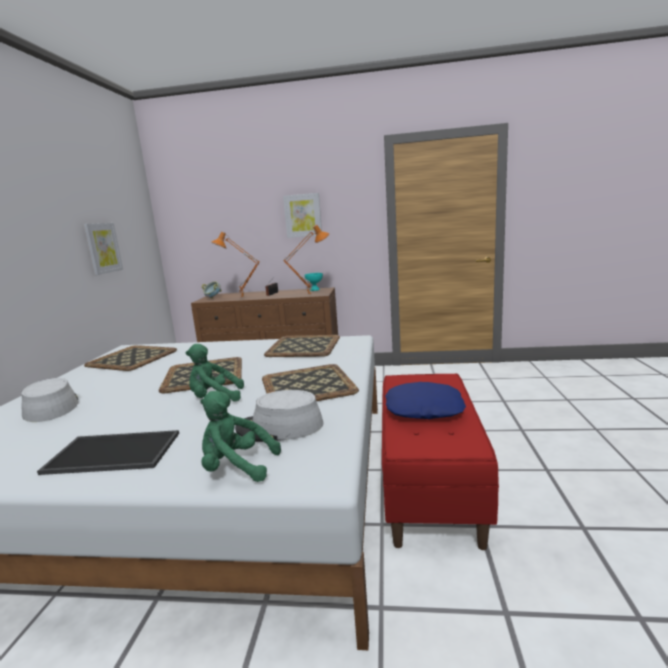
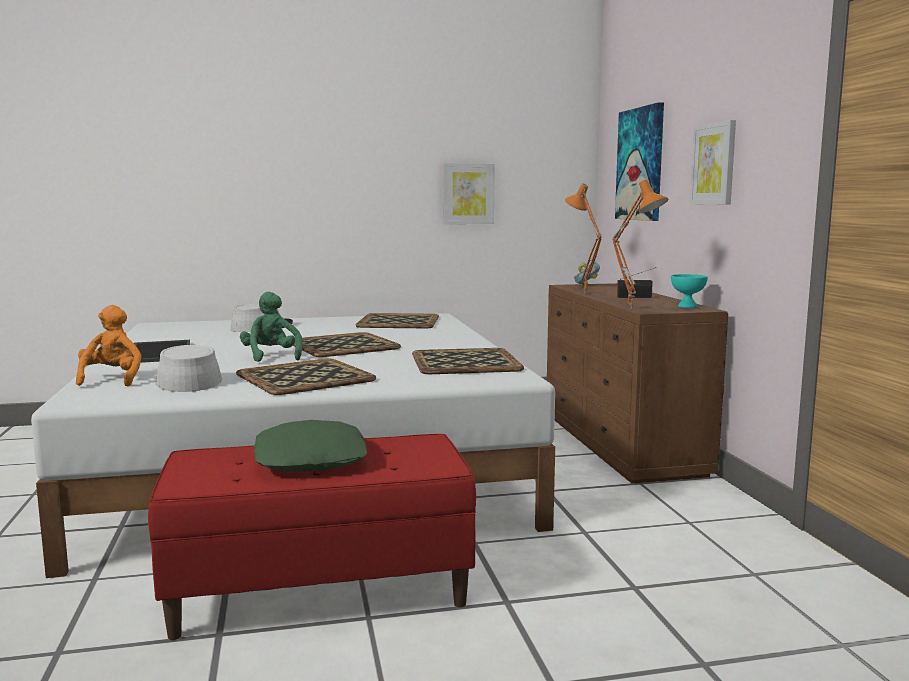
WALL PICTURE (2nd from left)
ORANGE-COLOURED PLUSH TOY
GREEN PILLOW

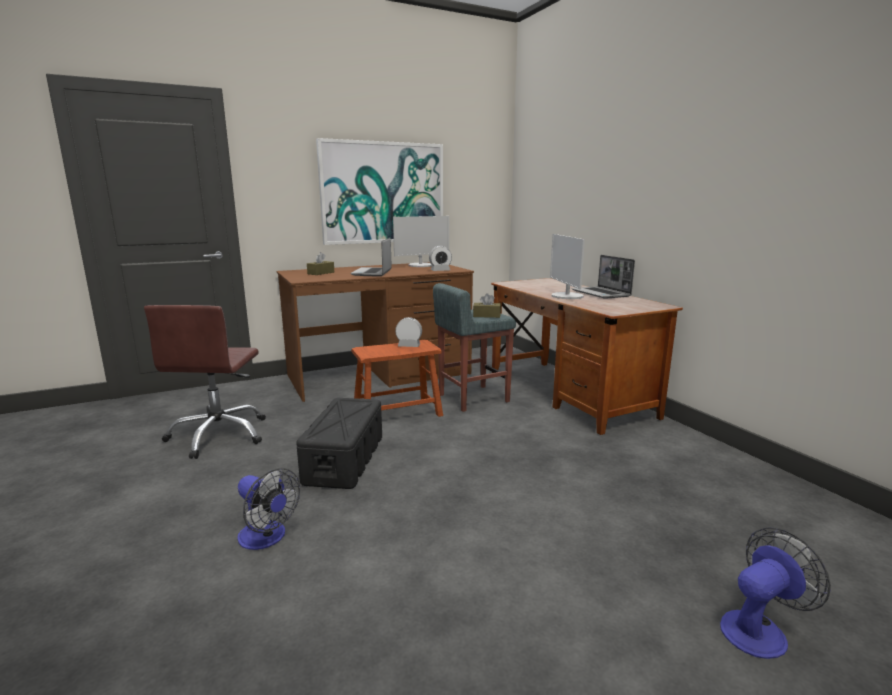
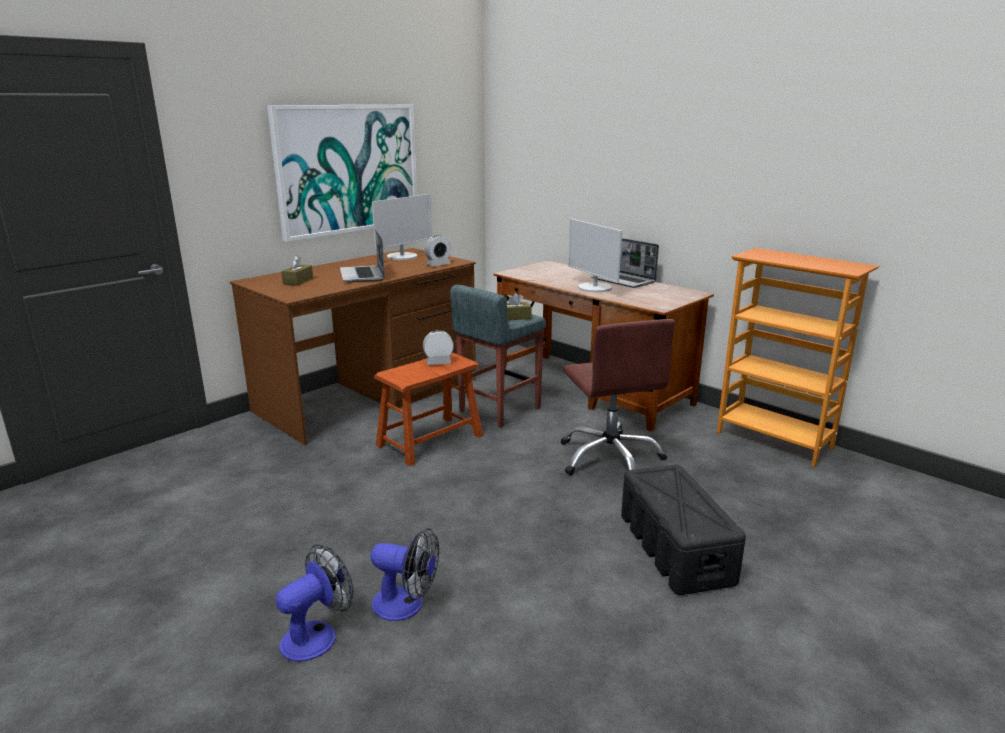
SHELVING UNIT
BROWNISH COMPUTER CHAIR
BLACKISH STORAGE BOX
FAN (1st from left)

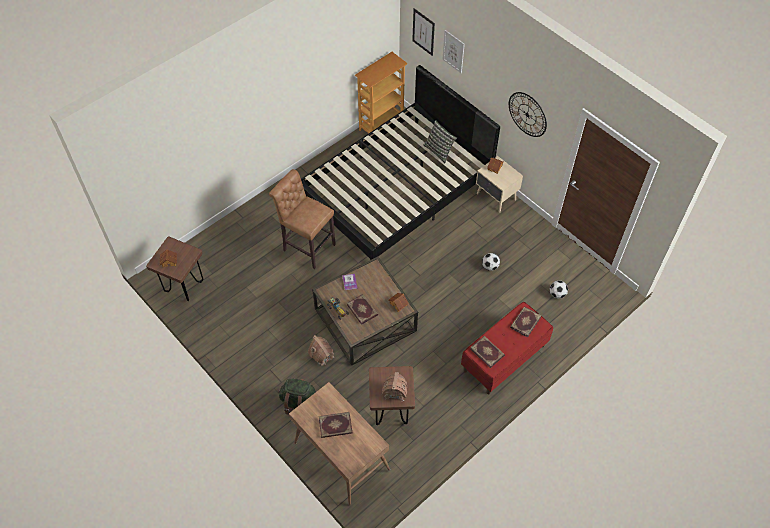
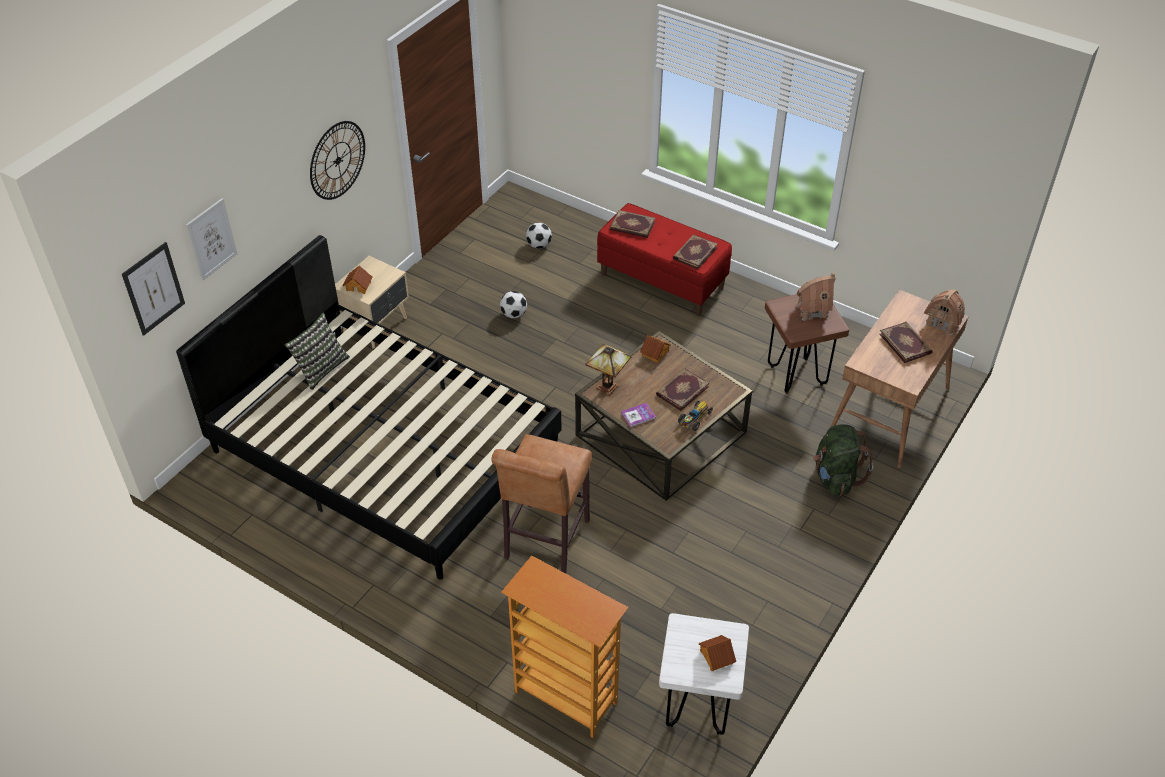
TABLE LAMP
MODEL HOUSE (5th from left)
SHELVING UNIT
WHITISH SITTING STOOL

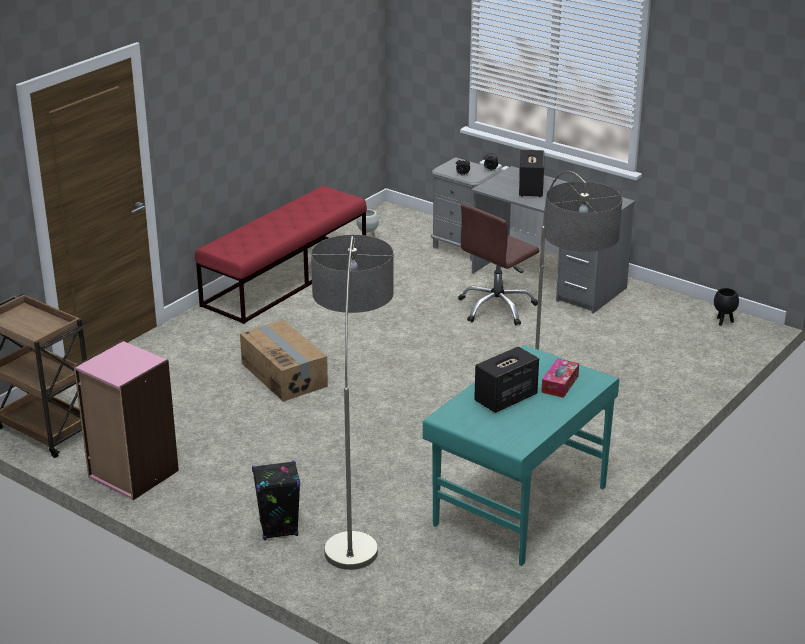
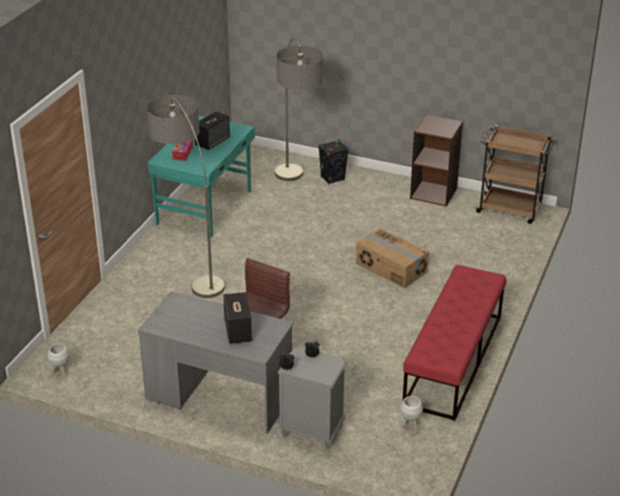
BROWNISH SHELVING UNIT
WHITISH PLANTER (1st from left)

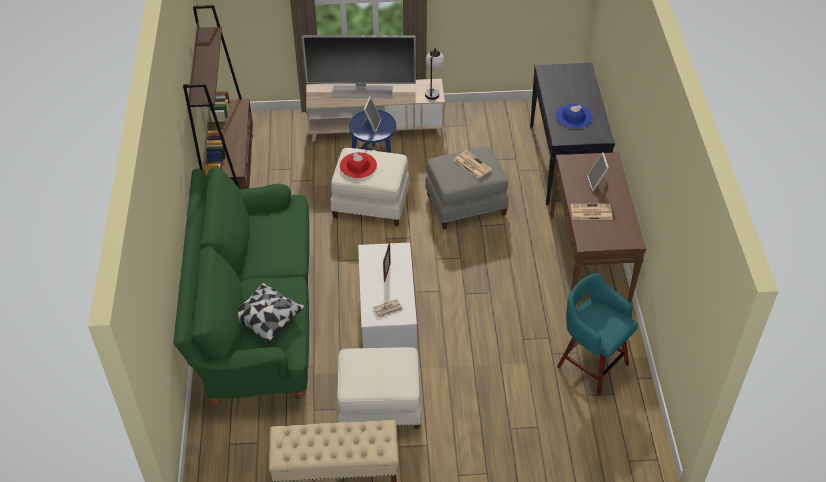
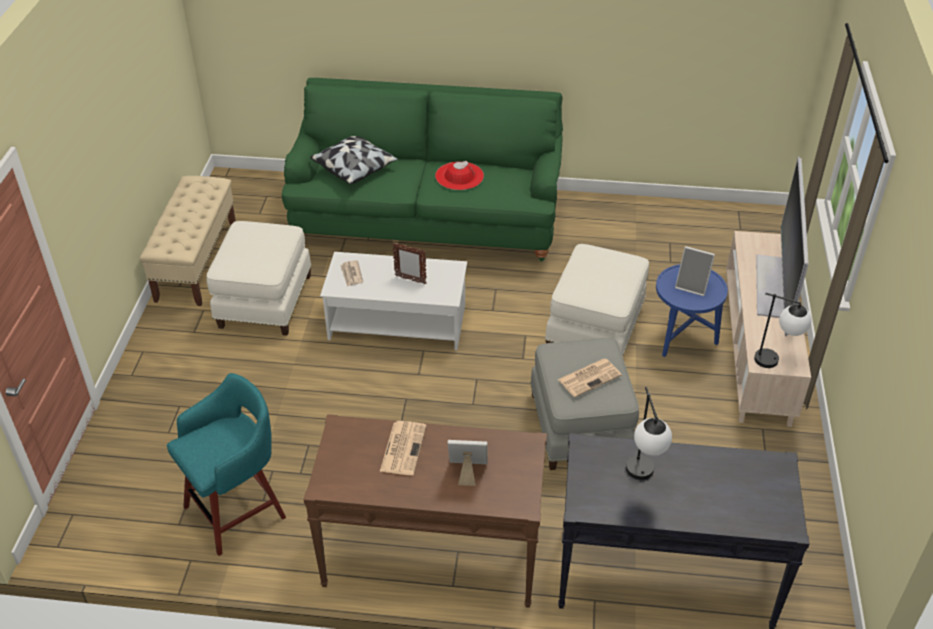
BROWNISH SHELVING UNIT
RED CLOTHING HAT
TABLE LAMP (1st from left)

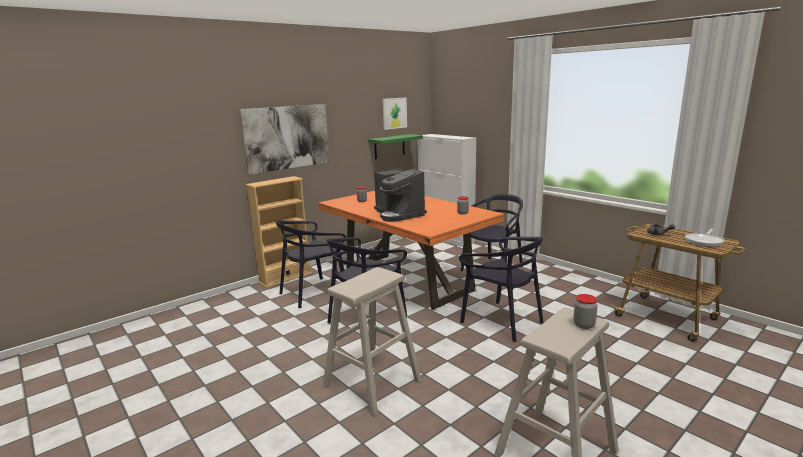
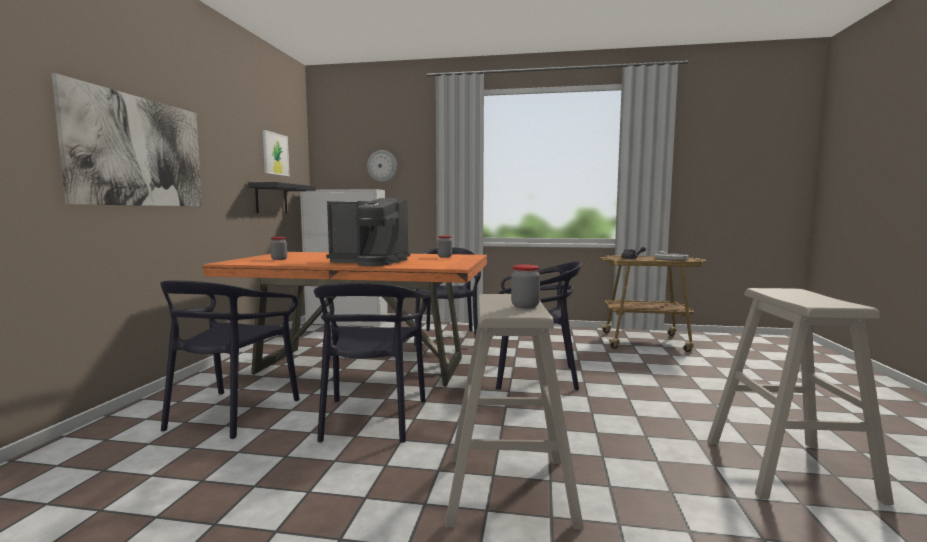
SAND-COLOURED SHELVING UNIT
HANGING CLOCK
JAR (3rd from left)
BLACKISH BRACKET SHELF

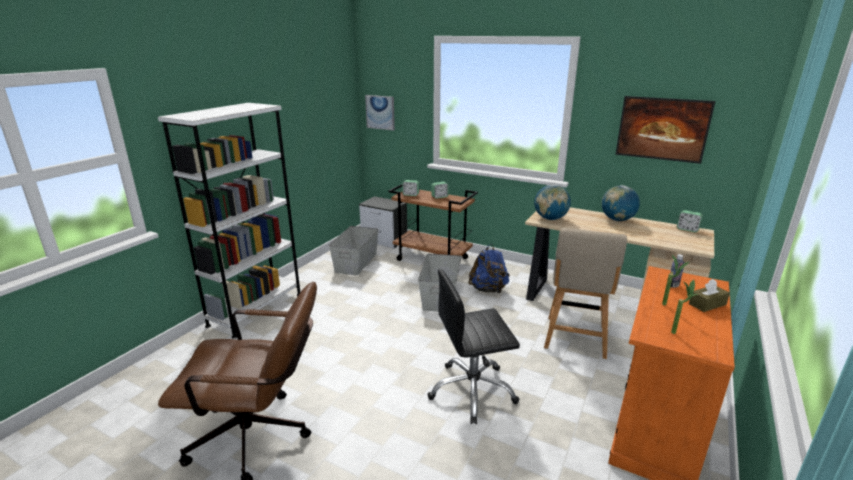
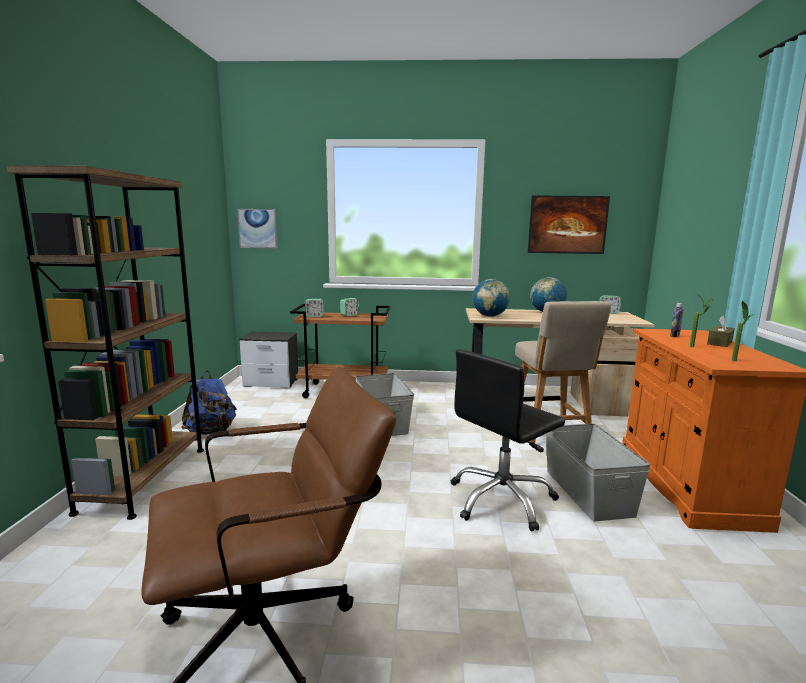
GREYISH STORAGE BOX (2nd from left)
BLUE-COLOURED RUCKSACK
BROWNISH SHELVING UNIT

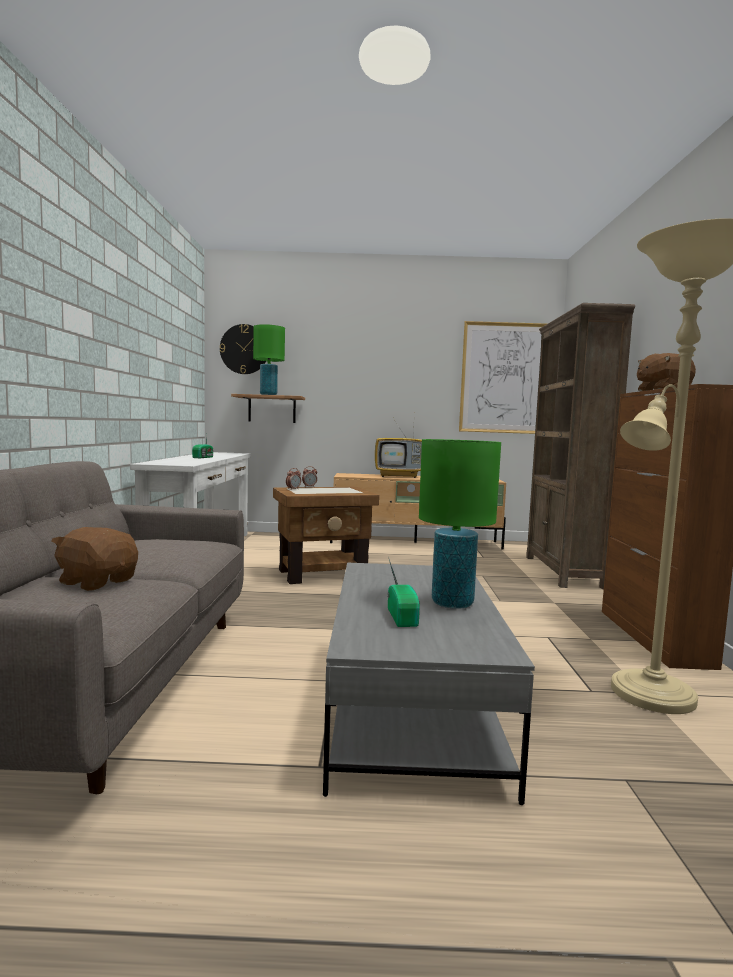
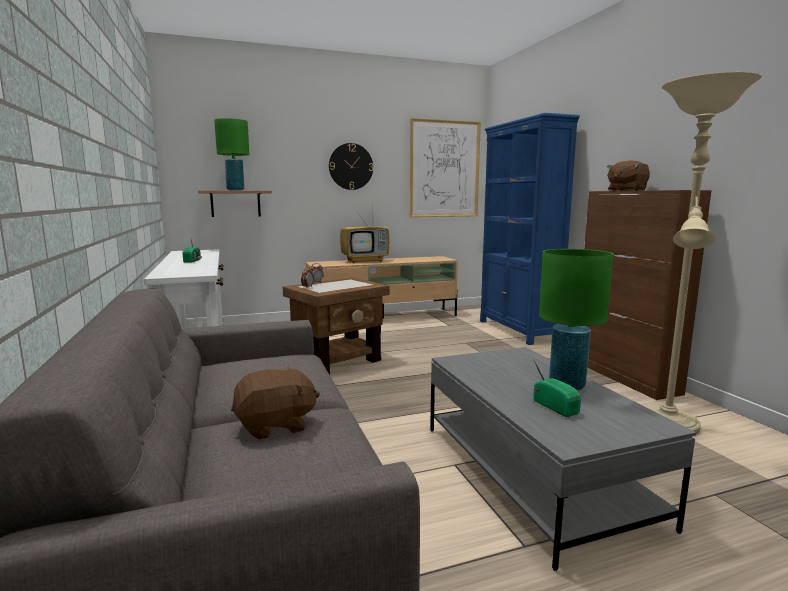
HANGING CLOCK
BLUE-COLOURED SHELVING UNIT
BROWNISH PLUSH TOY (1st from left)

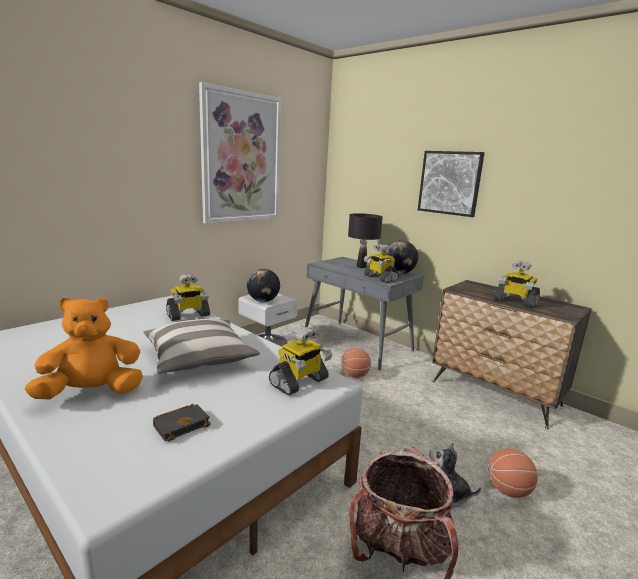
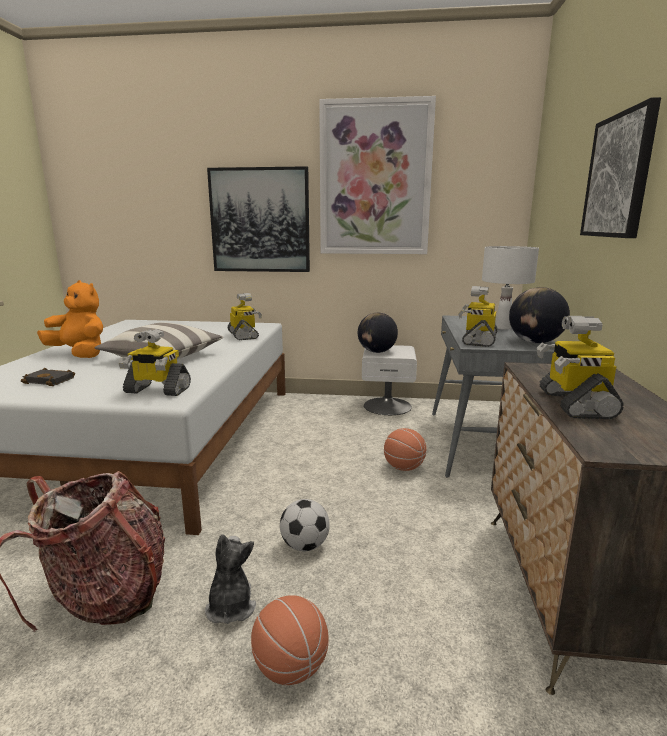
WALL PICTURE (1st from left)
BALL FOR FOOTBALL
WHITISH TABLE LAMP
MODEL ROBOT (2nd from left)

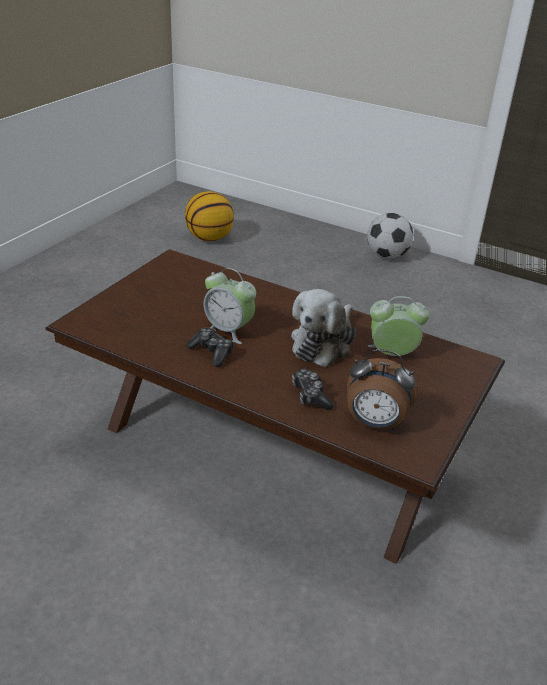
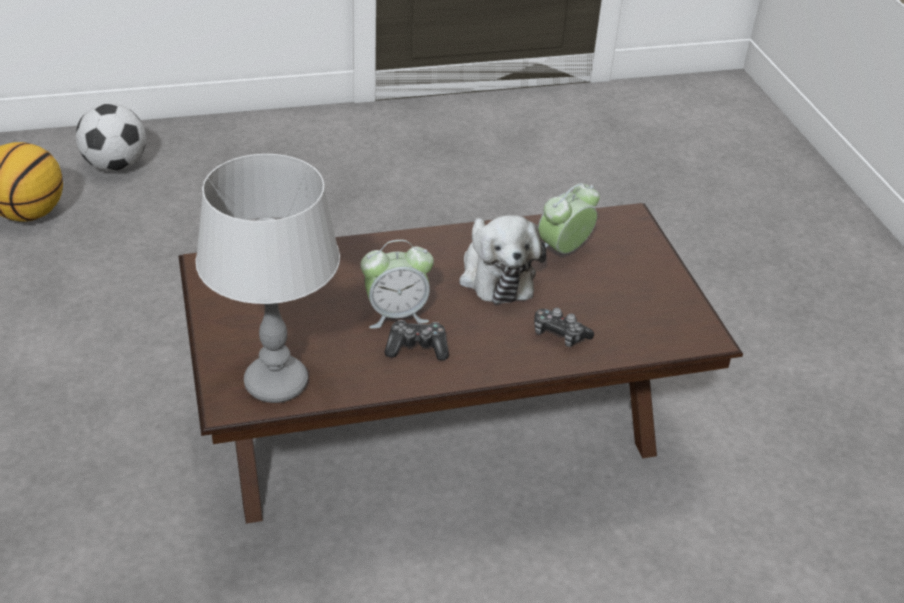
TABLE CLOCK (2nd from left in the first image)
GREYISH TABLE LAMP
BALL FOR FOOTBALL

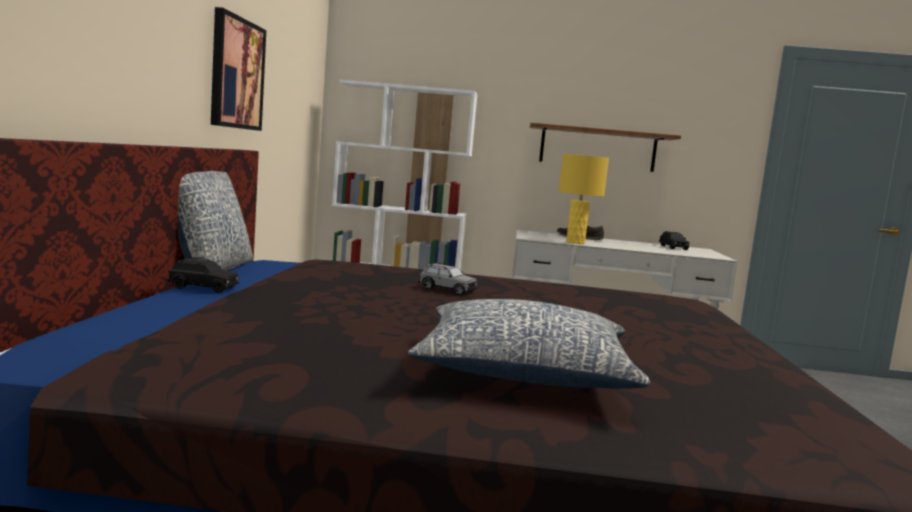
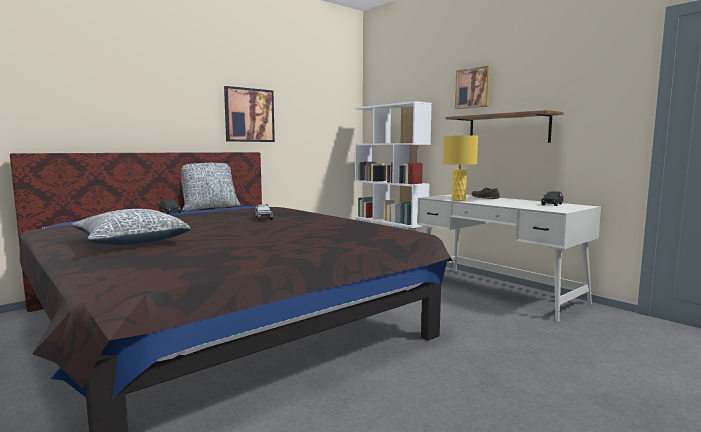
WALL PICTURE (2nd from left)

